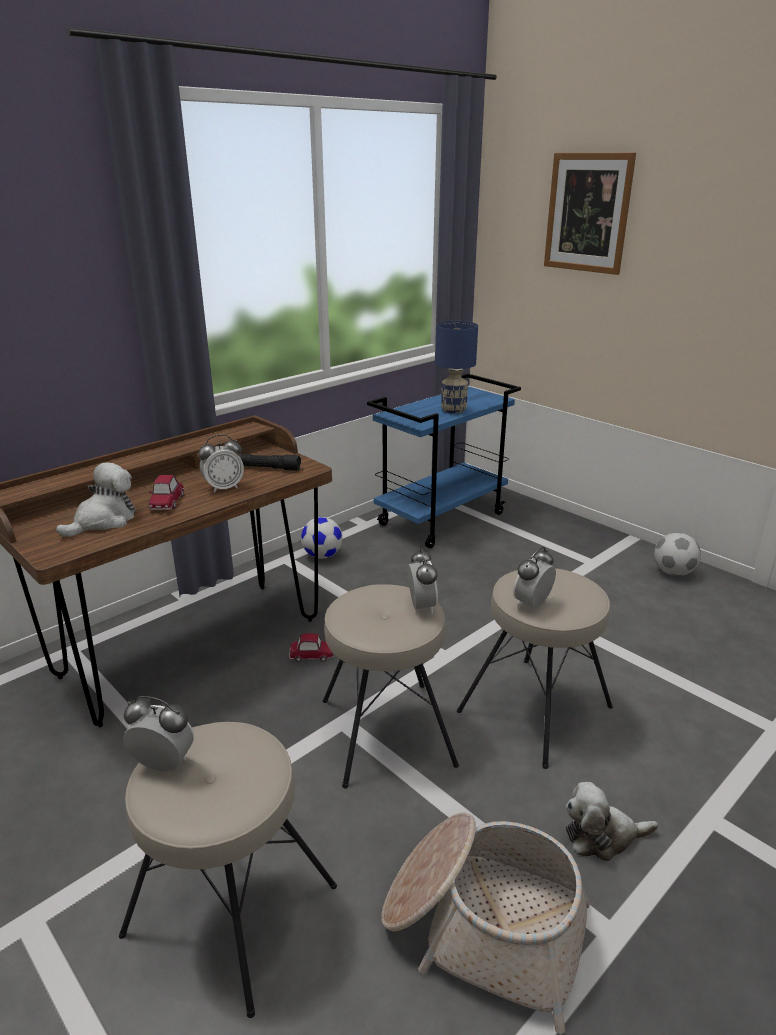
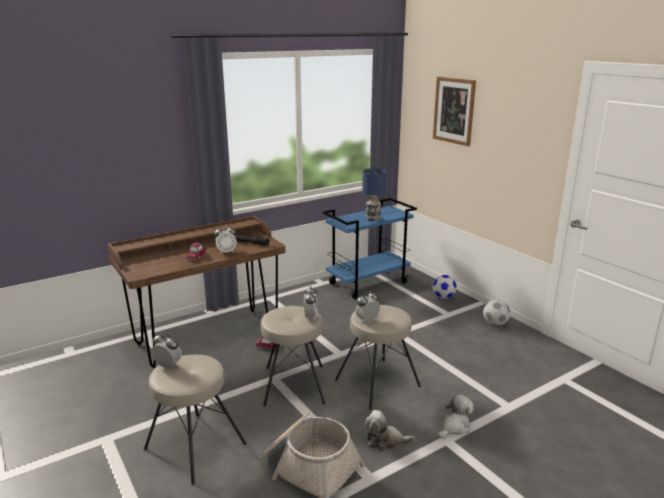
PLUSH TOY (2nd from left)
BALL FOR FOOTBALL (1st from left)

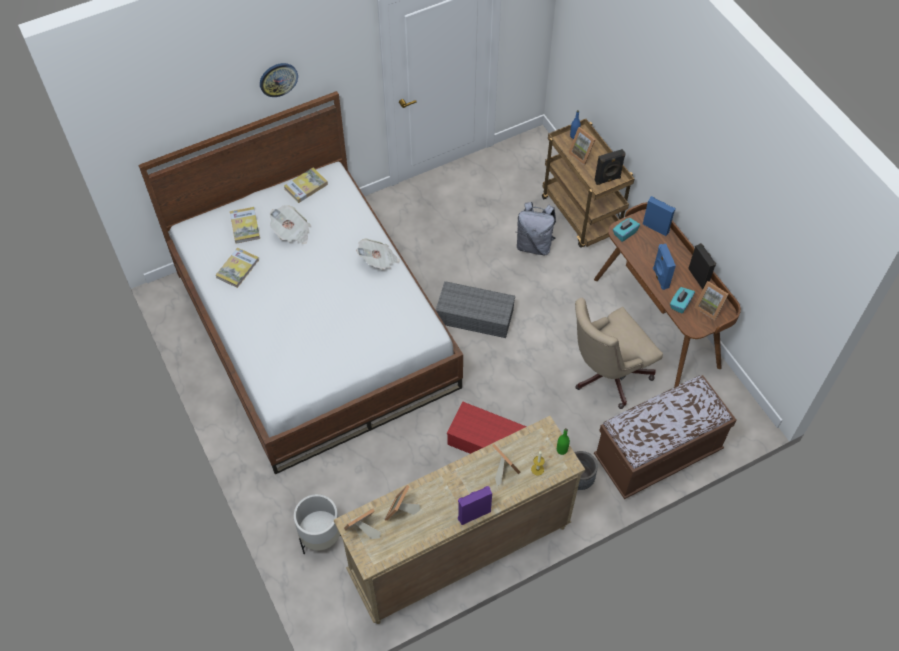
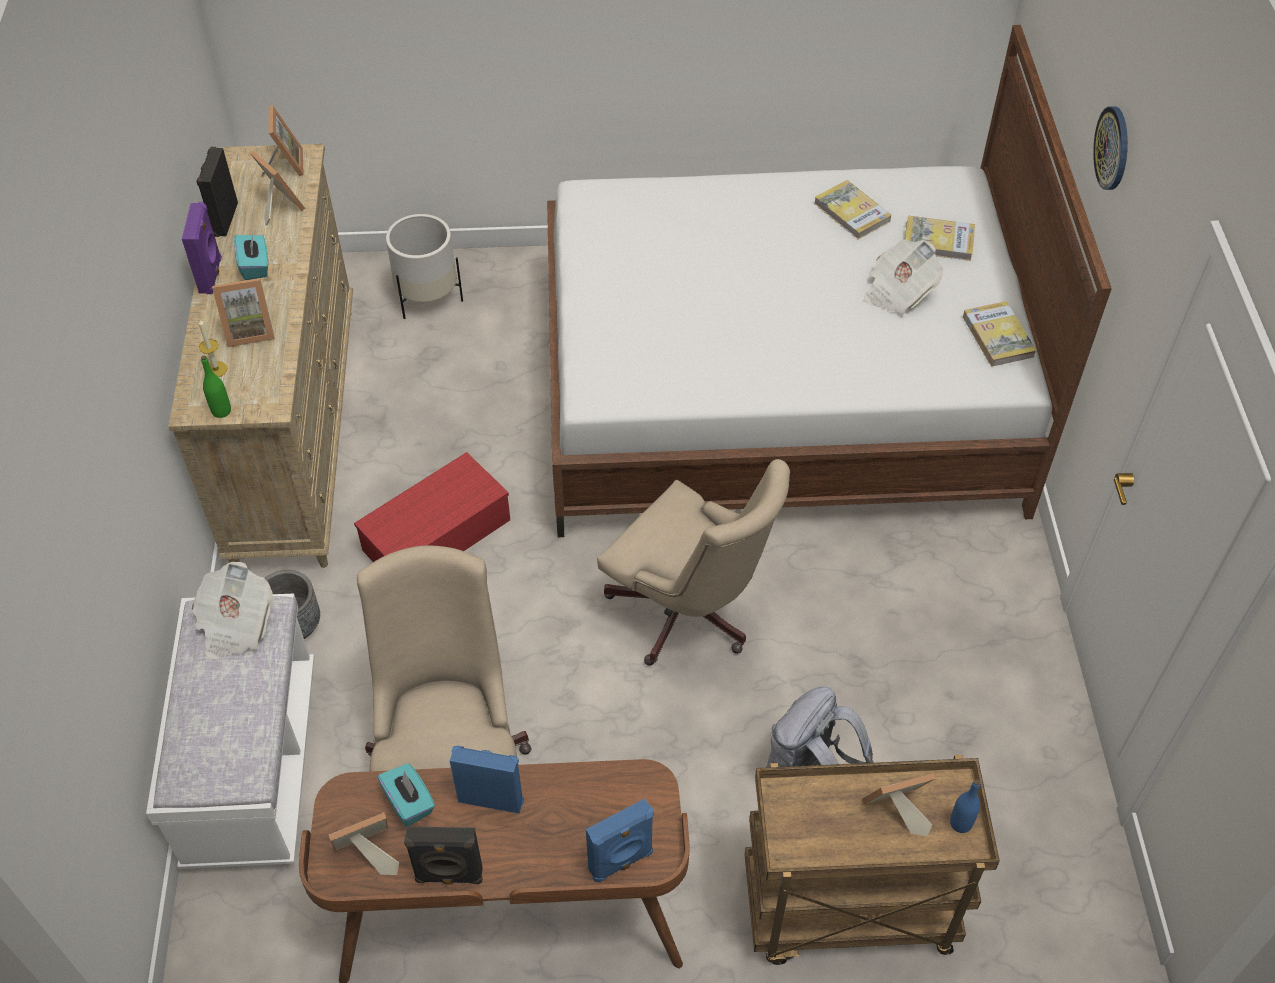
DAILY PAPER (1st from left)
BLACKISH LOUDSPEAKER (1st from left)
TURQUOISE-COLOURED TISSUE BOX (1st from left)
SAND-COLOURED COMPUTER CHAIR (2nd from left)
WHITISH LONG SEAT

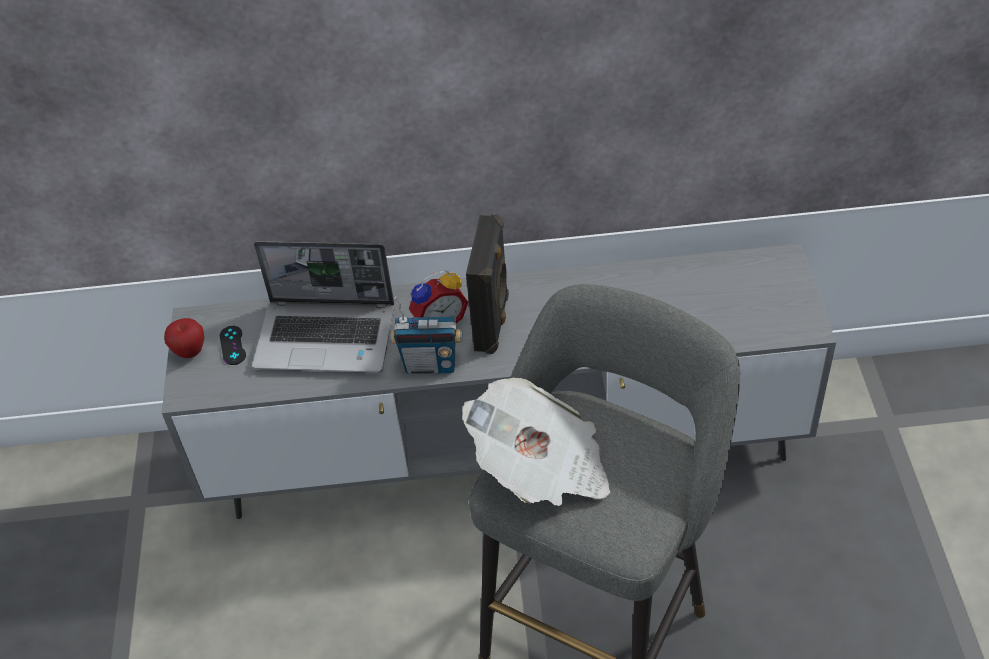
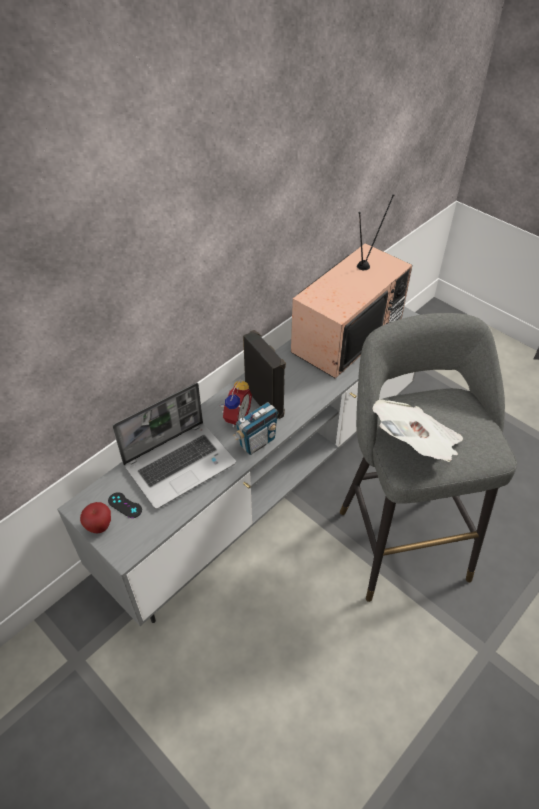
TV SET

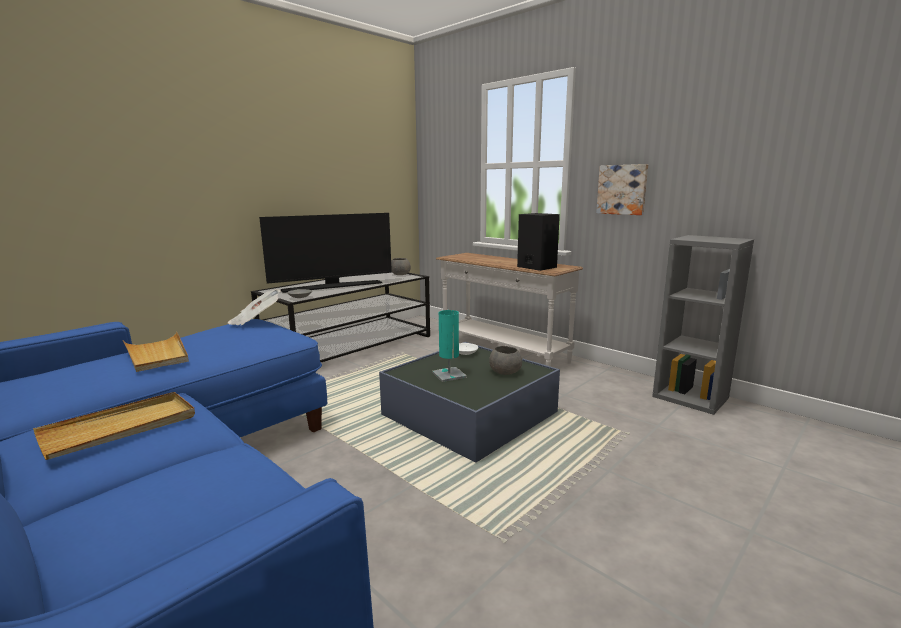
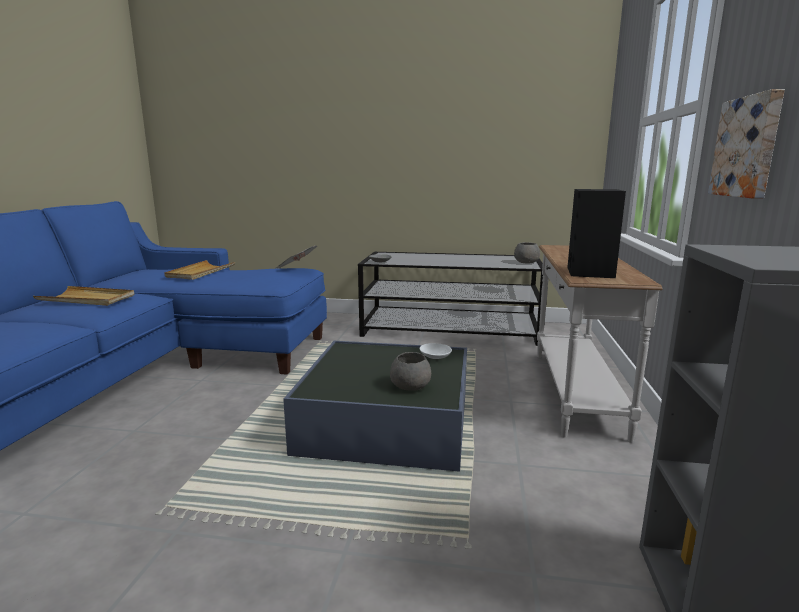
TV SET
TURQUOISE-COLOURED TABLE LAMP

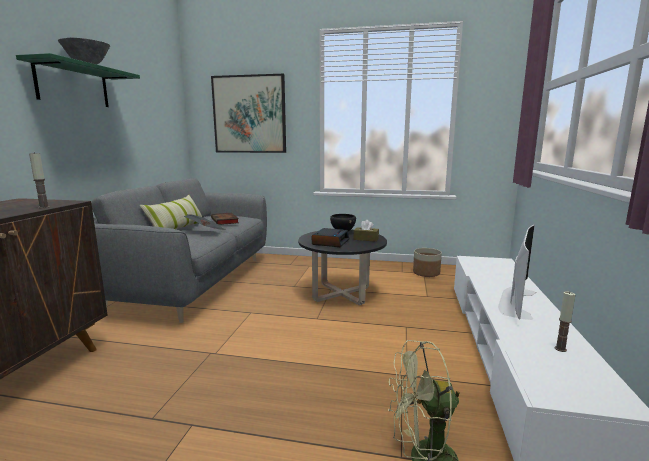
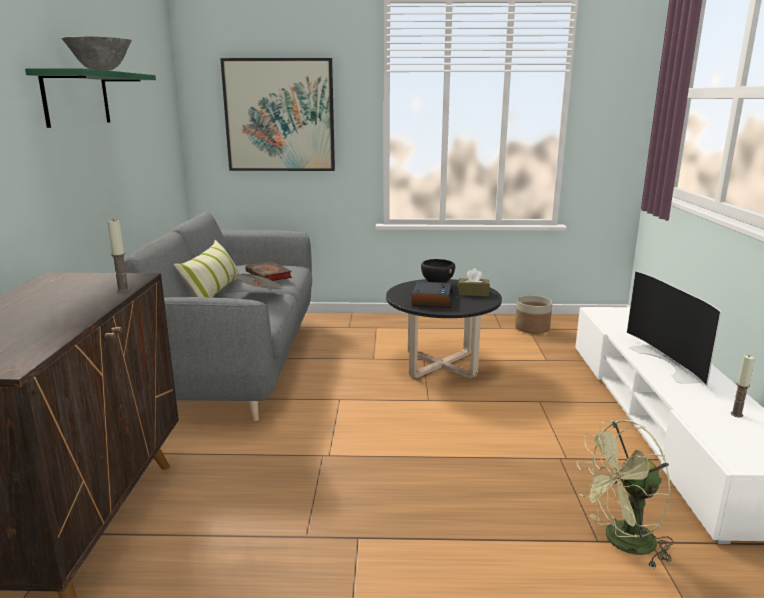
TV SET

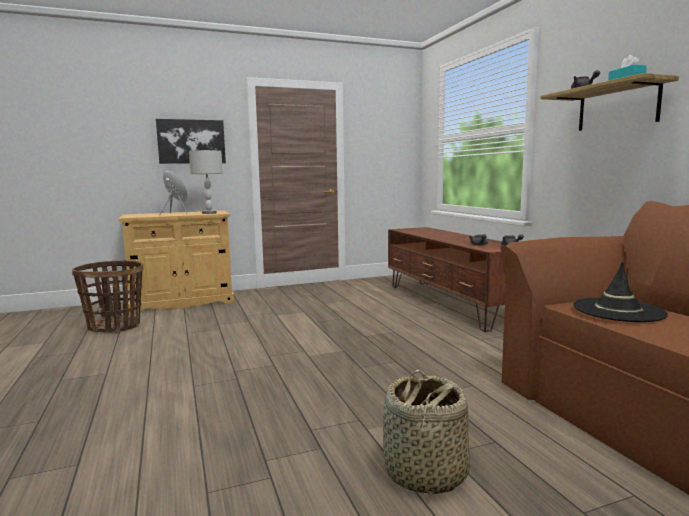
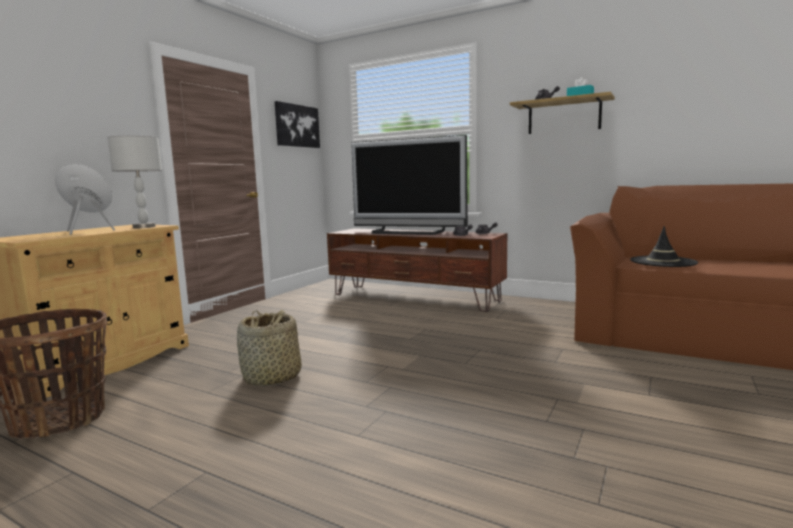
TV SET
WALL PICTURE
HOUSEHOLD BASKET (2nd from left)

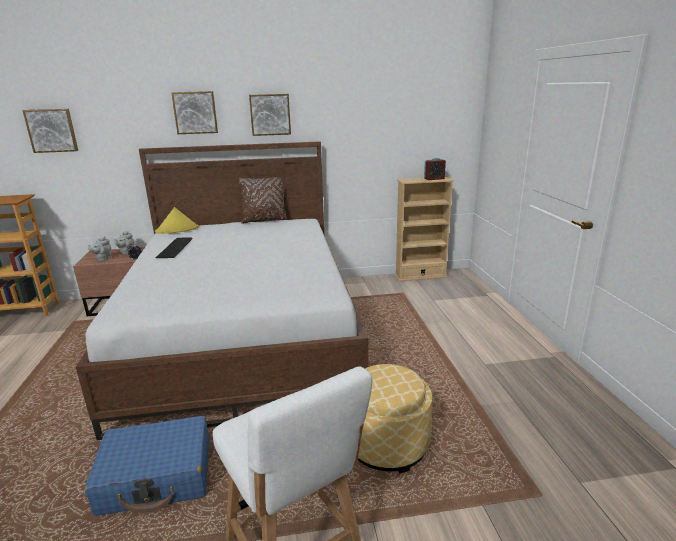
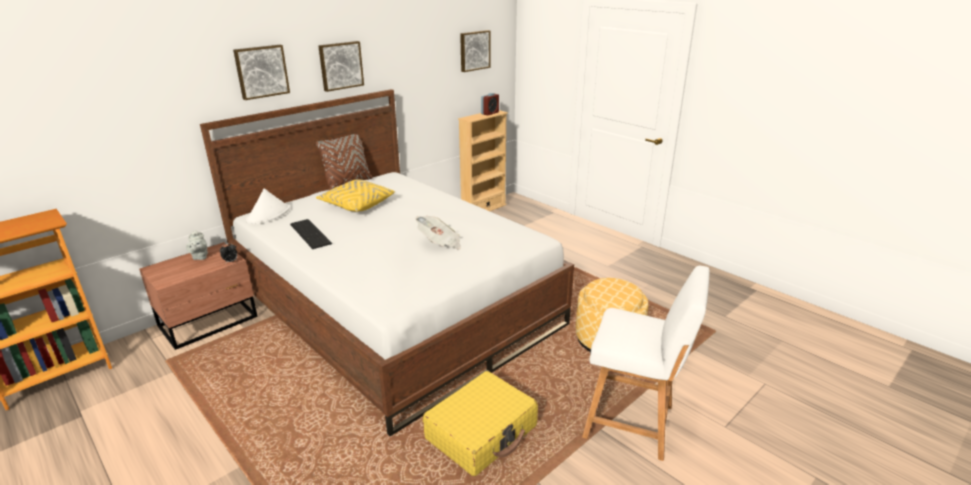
GREYISH TEAPOT (1st from left in the first image)
YELLOW-COLOURED PILLOW
DAILY PAPER
WALL PICTURE (3rd from left)
YELLOW-COLOURED PIECE OF LUGGAGE
WHITISH CLOTHING HAT

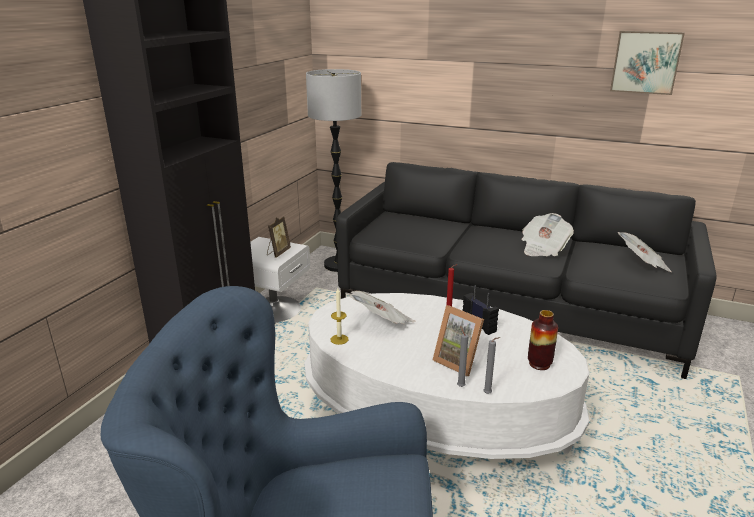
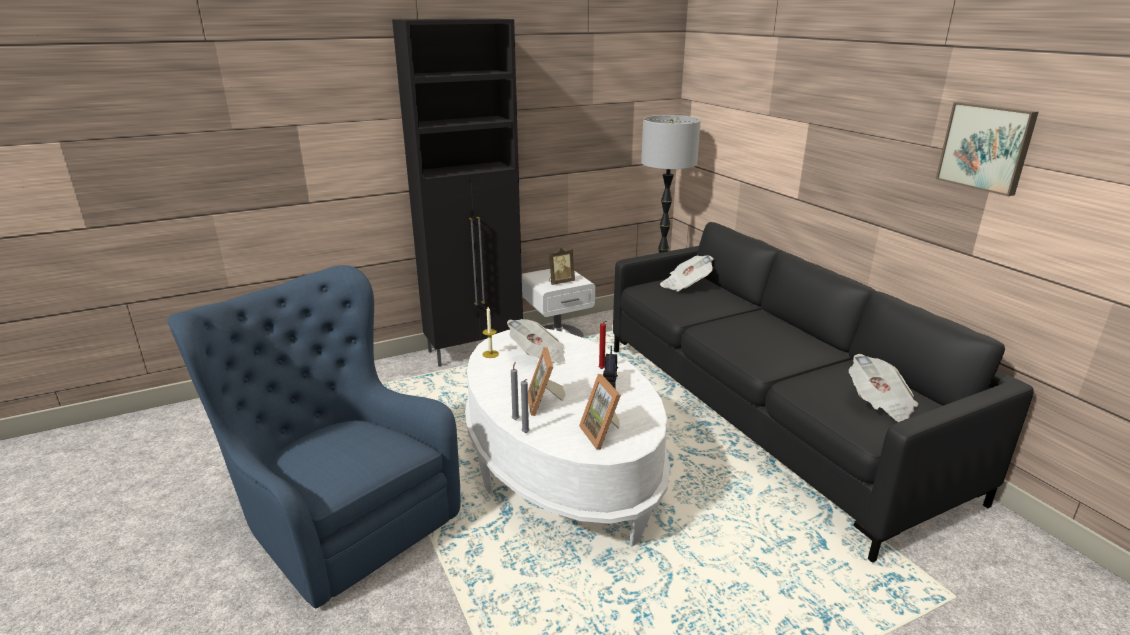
DAILY PAPER (2nd from left)
STANDING FRAME (3rd from left)

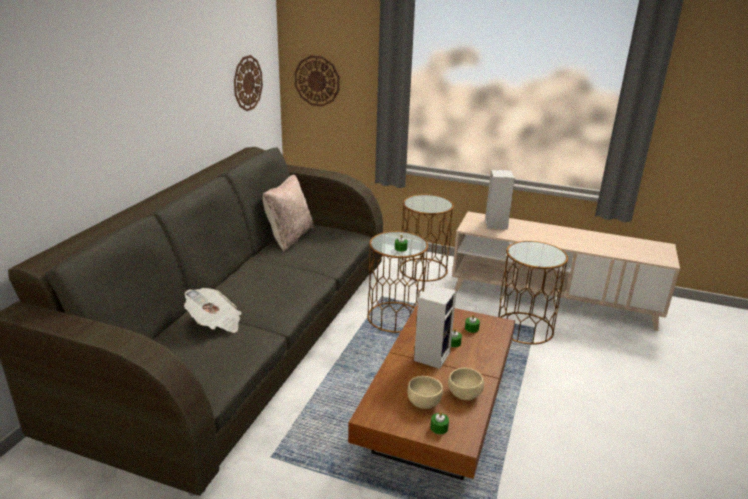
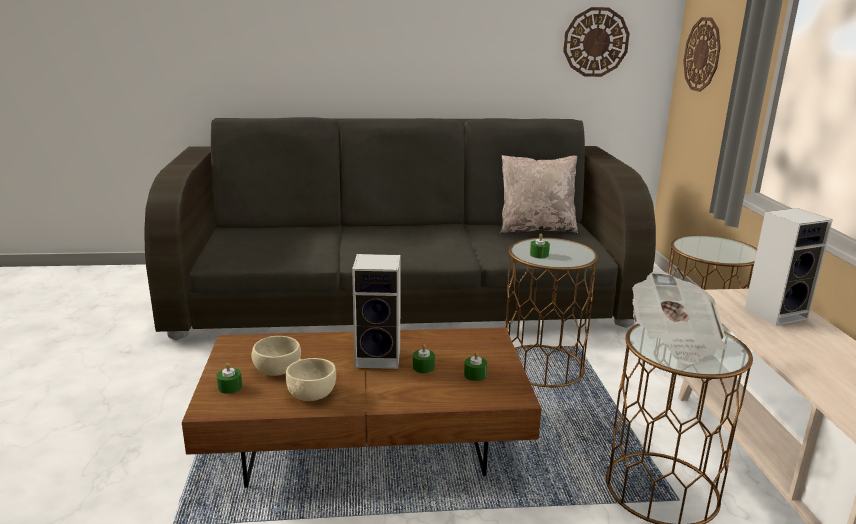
DAILY PAPER

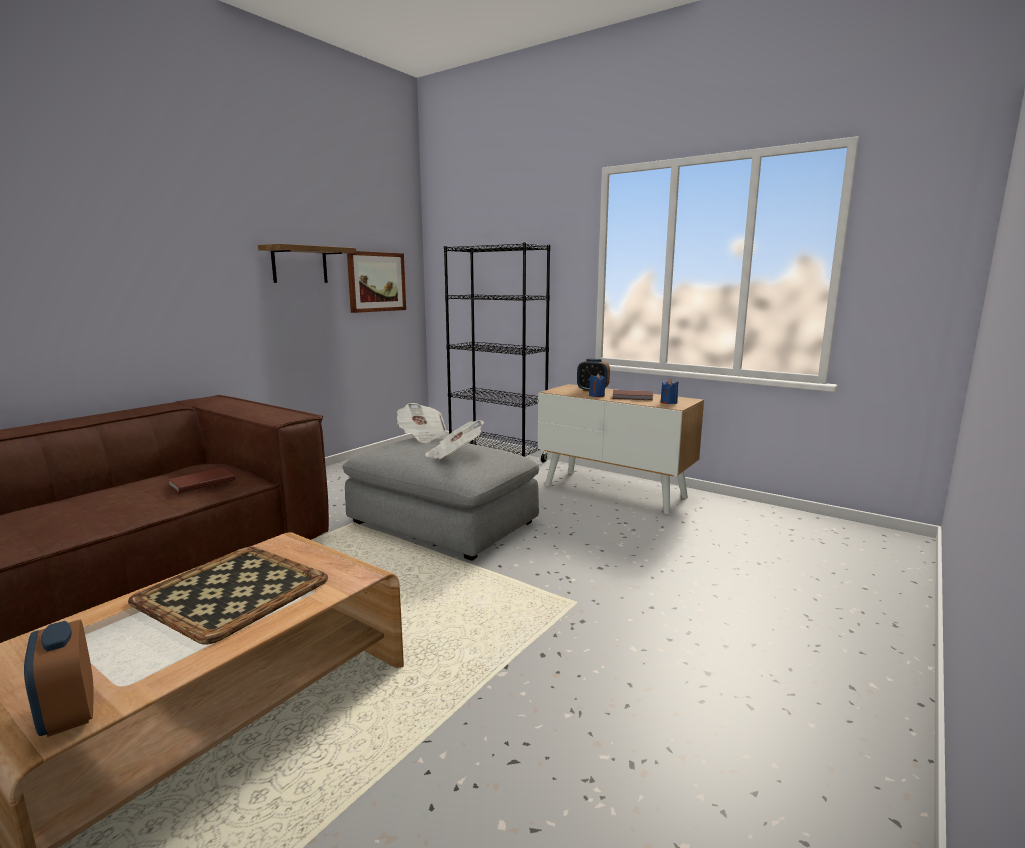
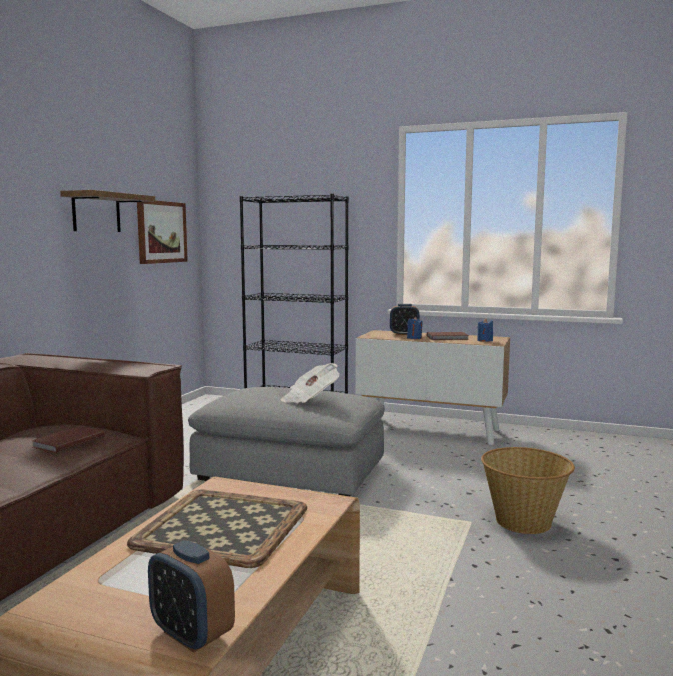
DAILY PAPER (1st from left in the first image)
HOUSEHOLD BASKET

